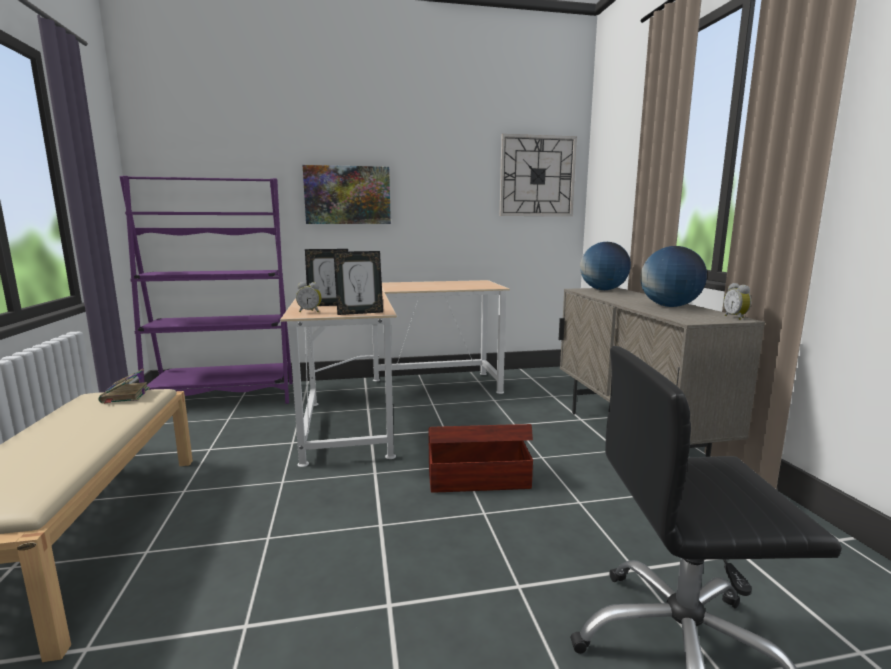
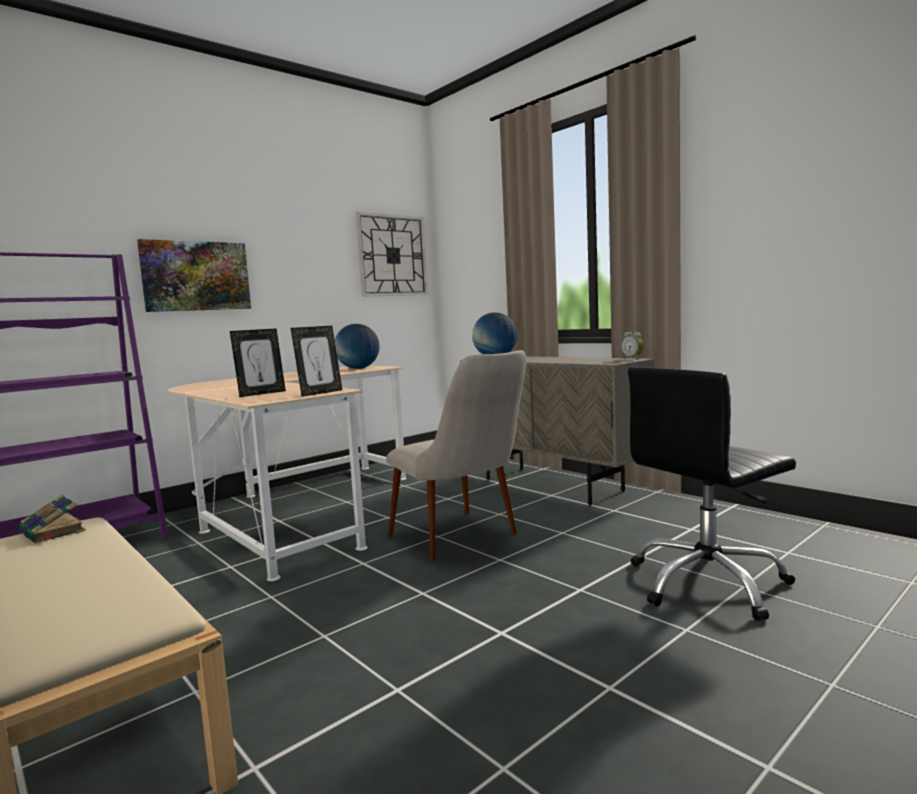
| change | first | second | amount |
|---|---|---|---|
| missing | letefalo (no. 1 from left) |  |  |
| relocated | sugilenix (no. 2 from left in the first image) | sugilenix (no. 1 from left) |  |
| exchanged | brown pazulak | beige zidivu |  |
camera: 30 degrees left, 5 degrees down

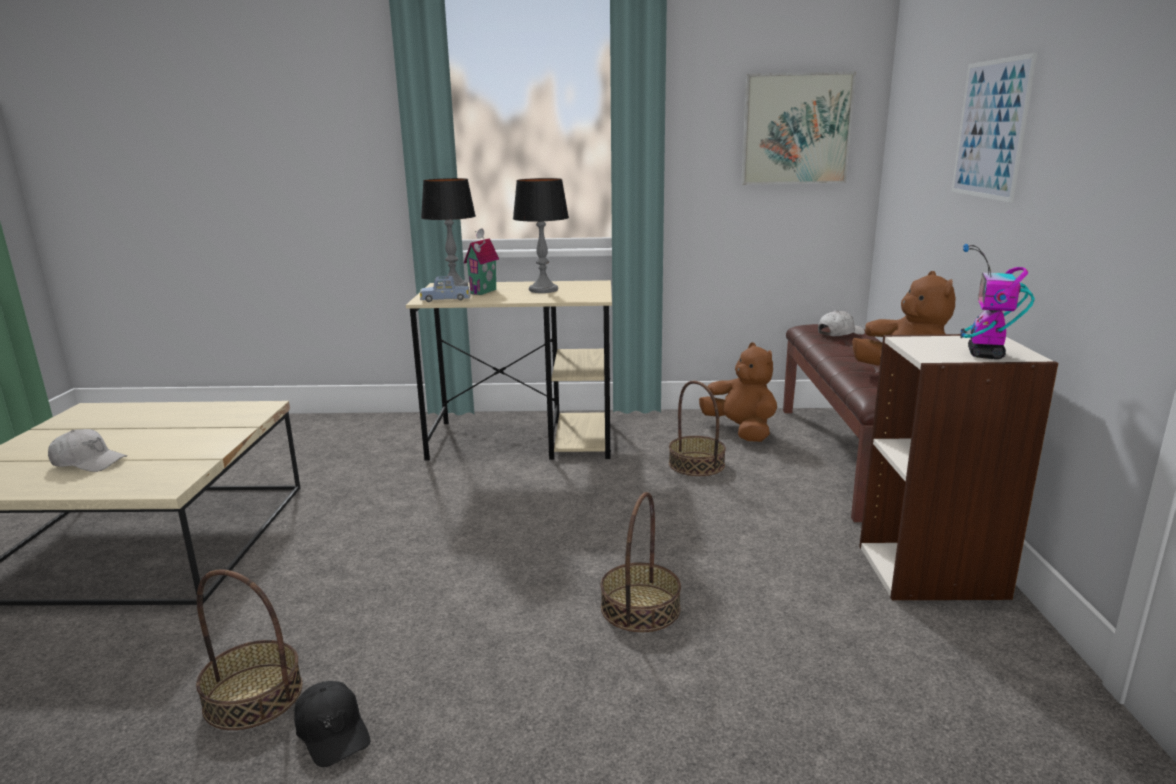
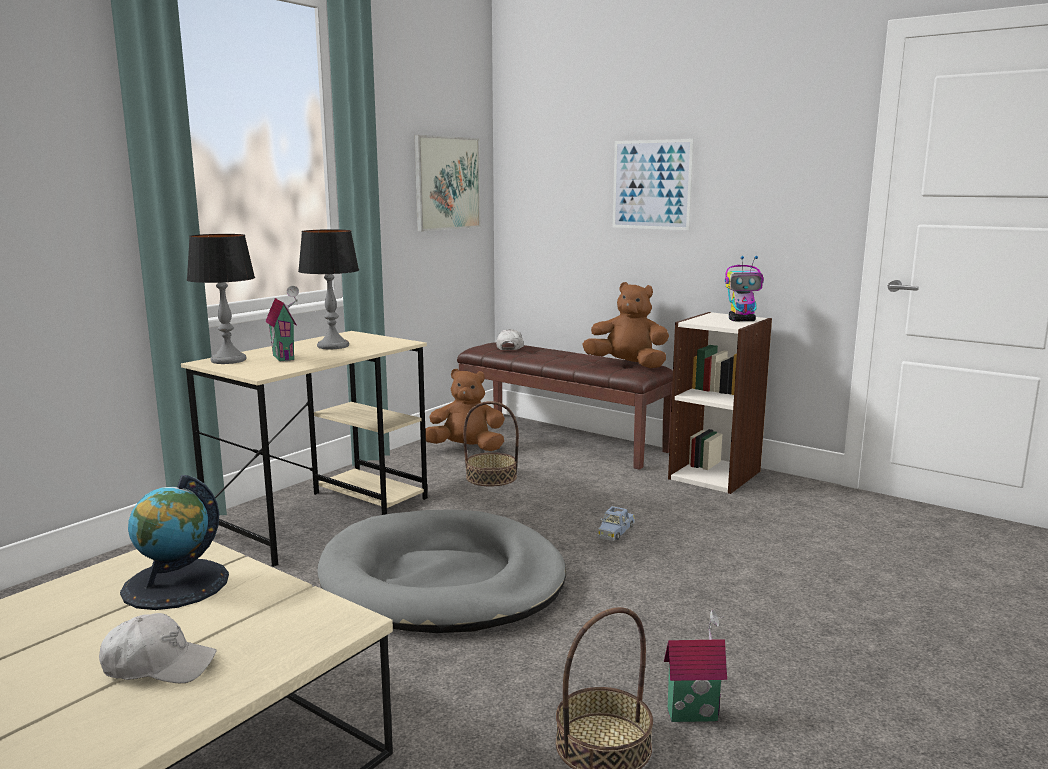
| change | first | second | amount |
|---|---|---|---|
| missing | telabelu (no. 2 from left) |  |  |
| appeared |  | sugilenix |  |
| appeared |  | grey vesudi |  |
| relocated | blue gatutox |  |  |
| exchanged | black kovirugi | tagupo (no. 2 from left) |  |
| spun | white kovirugi (no. 1 from left) |  | 45 degrees clockwise |
| spun | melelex |  | 60 degrees counterclockwise |
camera: 55 degrees left, 5 degrees down

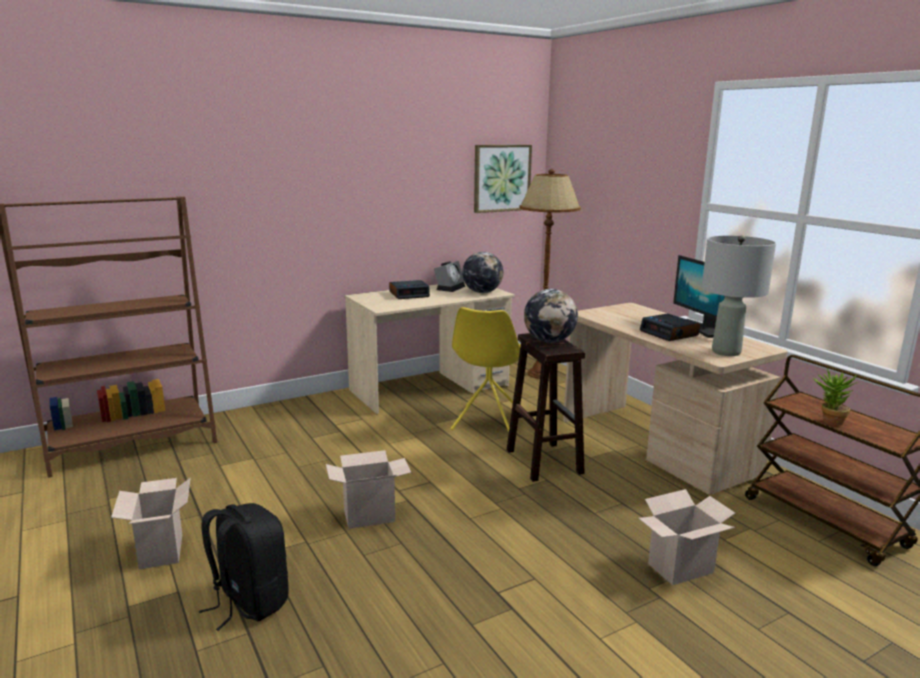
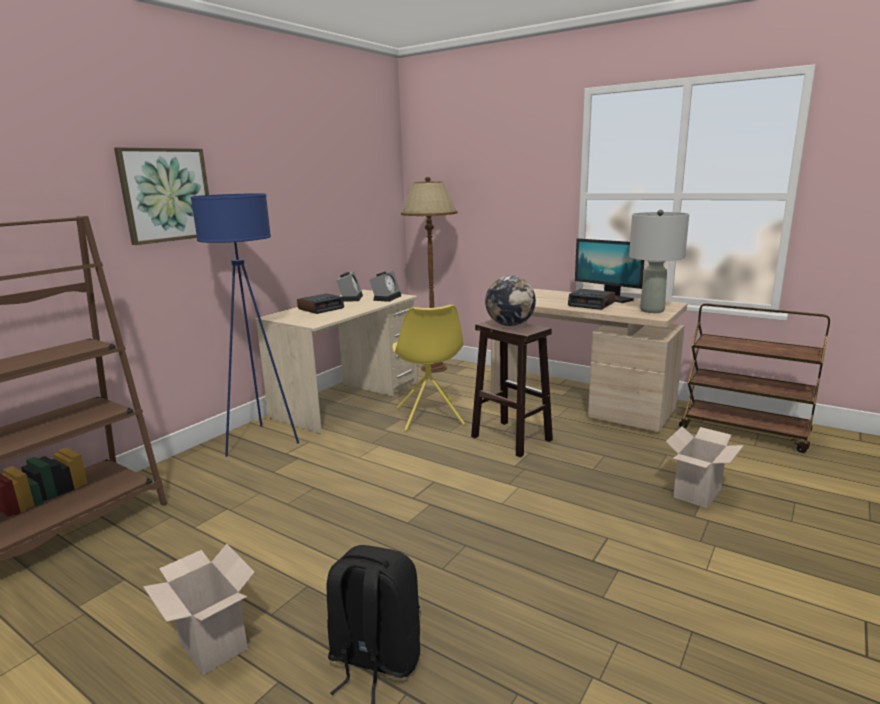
| change | first | second | amount |
|---|---|---|---|
| missing | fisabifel (no. 2 from left) |  |  |
| missing | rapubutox |  |  |
| appeared |  | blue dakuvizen |  |
| relocated | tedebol |  |  |
| exchanged | sugilenix (no. 1 from left) | letefalo (no. 3 from left) |  |
camera: 25 degrees left, 0 degrees up

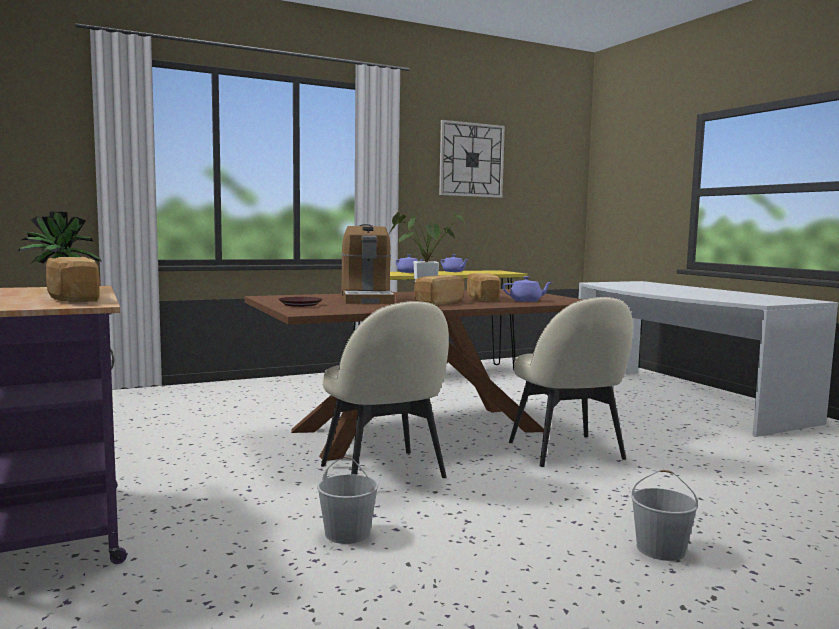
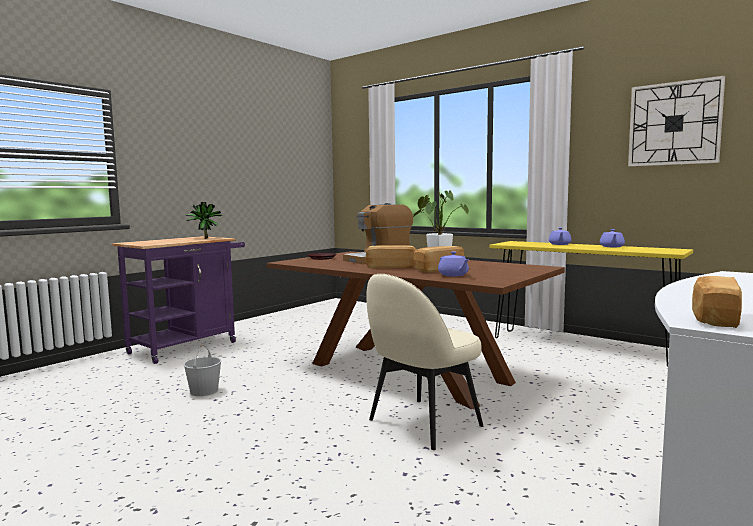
| change | first | second | amount |
|---|---|---|---|
| missing | beige zidivu (no. 1 from left) |  |  |
| missing | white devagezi (no. 2 from left) |  |  |
| relocated | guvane (no. 1 from left in the first image) | guvane (no. 3 from left) |  |
camera: 65 degrees right, 0 degrees up

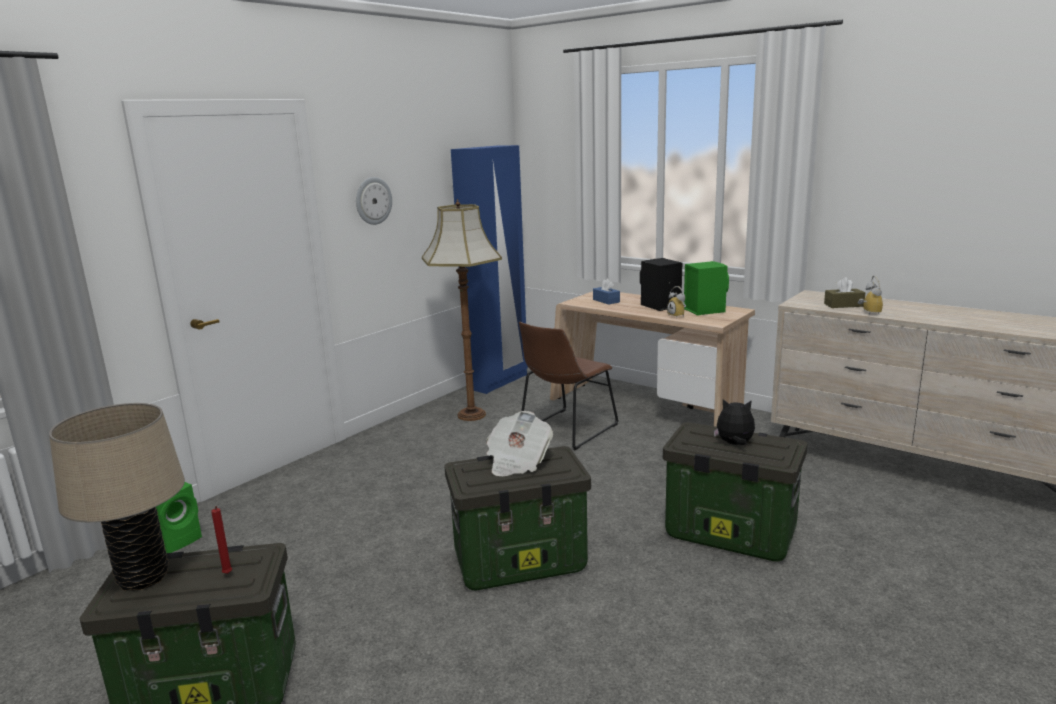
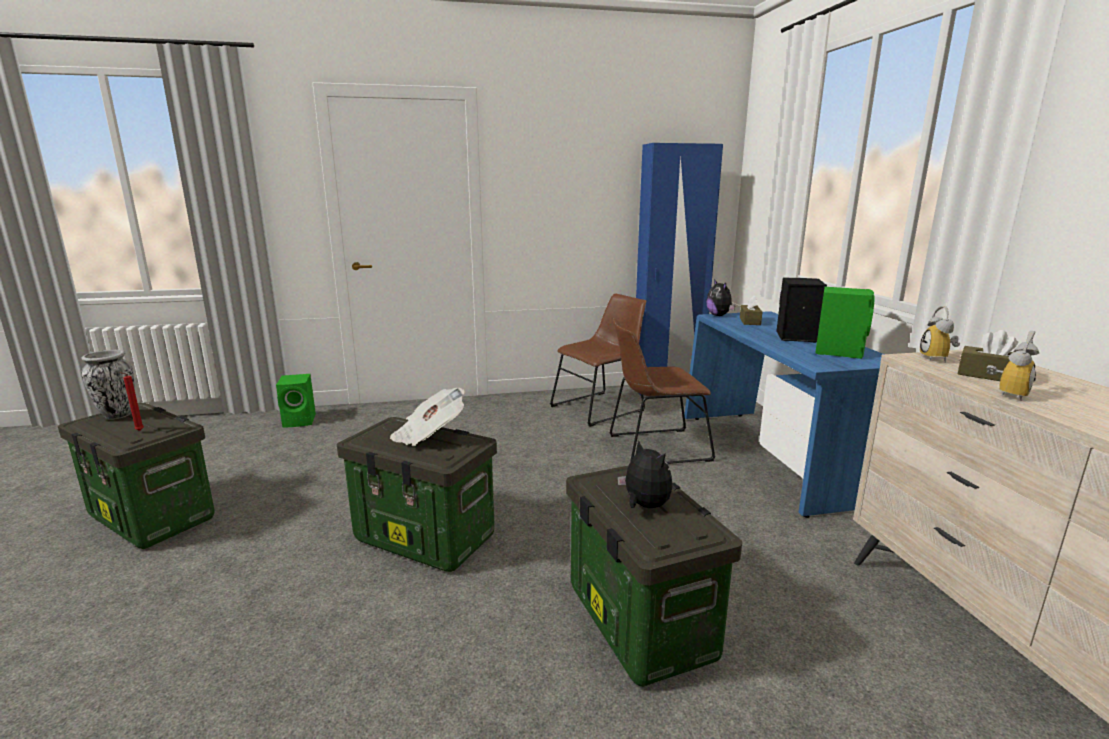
| change | first | second | amount |
|---|---|---|---|
| missing | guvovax |  |  |
| appeared |  | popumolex (no. 2 from left) |  |
| relocated | letefalo (no. 1 from left) |  |  |
| exchanged | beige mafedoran | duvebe |  |
| exchanged | dakuvizen | brown zidivu (no. 1 from left) |  |
| colour | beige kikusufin | blue kikusufin |  |
| colour | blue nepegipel | brown nepegipel (no. 1 from left) |  |
camera: 40 degrees right, 0 degrees up

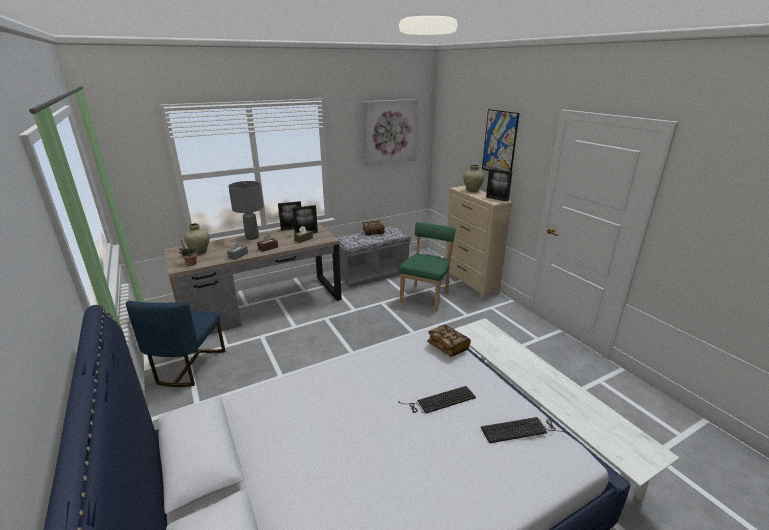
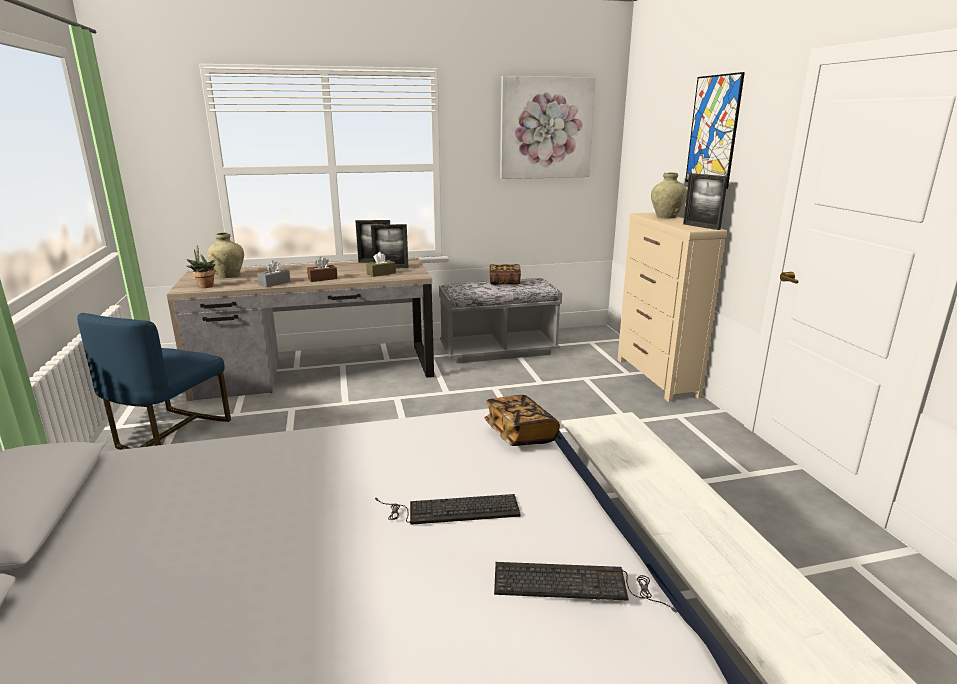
| change | first | second | amount |
|---|---|---|---|
| missing | grey mafedoran |  |  |
| missing | green zidivu |  |  |
camera: 15 degrees right, 5 degrees down

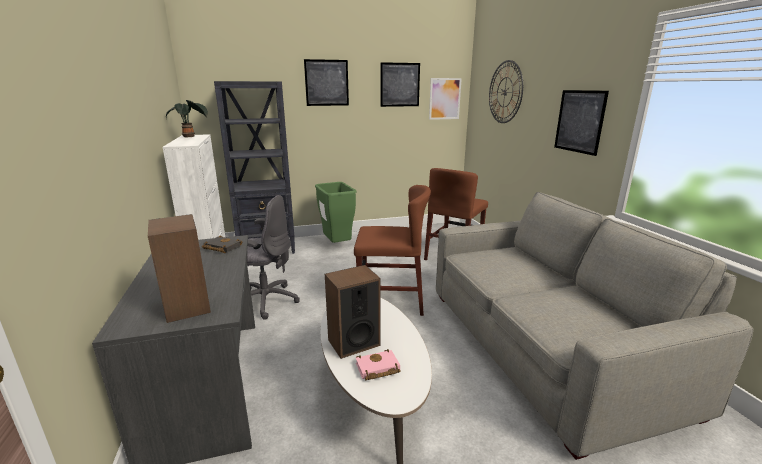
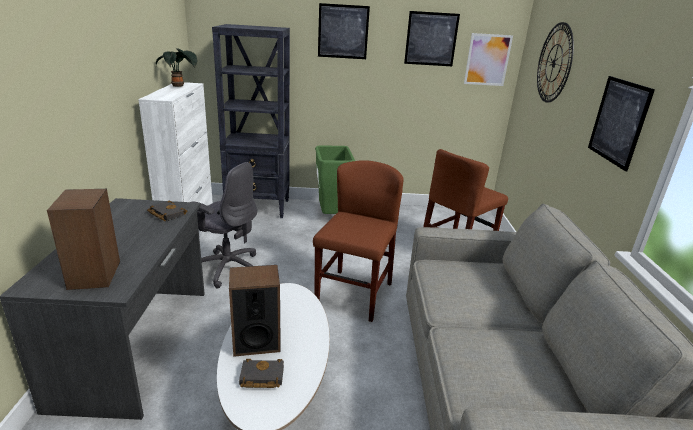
| change | first | second | amount |
|---|---|---|---|
| colour | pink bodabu | black bodabu (no. 2 from left) |  |
| spun | brown zidivu (no. 1 from left) |  | 90 degrees counterclockwise |
camera: 15 degrees right, 5 degrees up

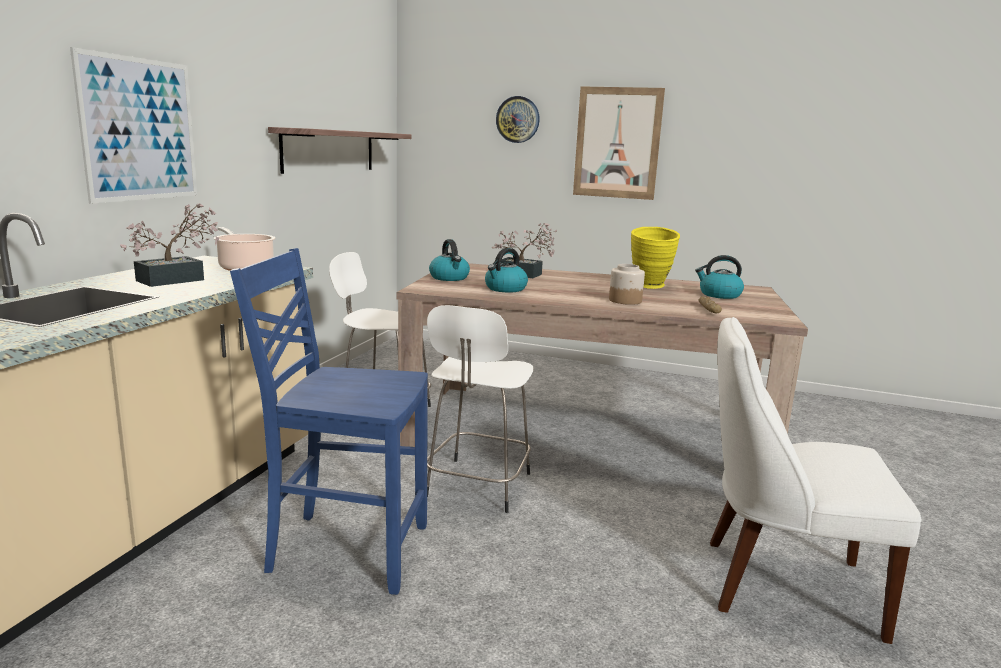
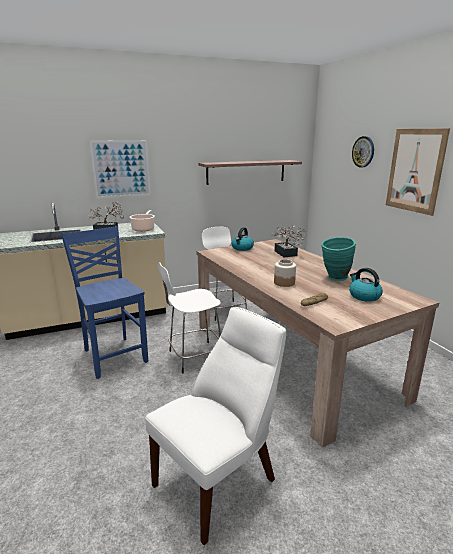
| change | first | second | amount |
|---|---|---|---|
| missing | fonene (no. 2 from left) |  |  |
| colour | yellow duvebe | turquoise duvebe |  |
| spun | white zidivu |  | 75 degrees clockwise |
camera: 50 degrees right, 5 degrees up

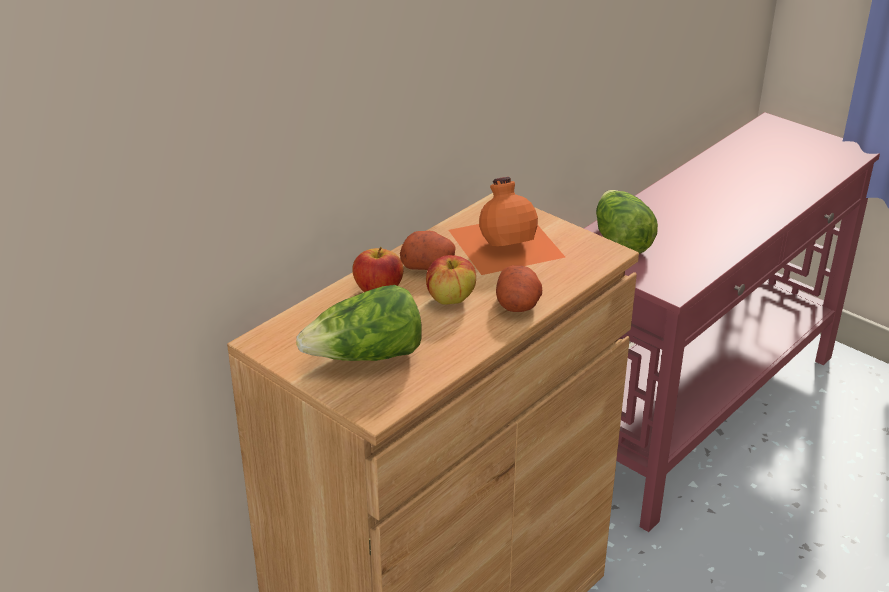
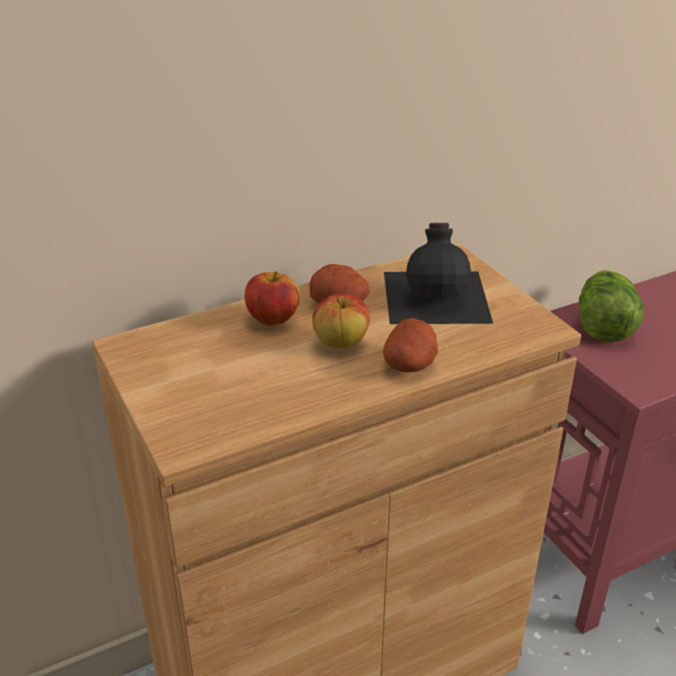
| change | first | second | amount |
|---|---|---|---|
| missing | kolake (no. 1 from left) |  |  |
| colour | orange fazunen | black fazunen |  |
camera: 20 degrees right, 0 degrees up

